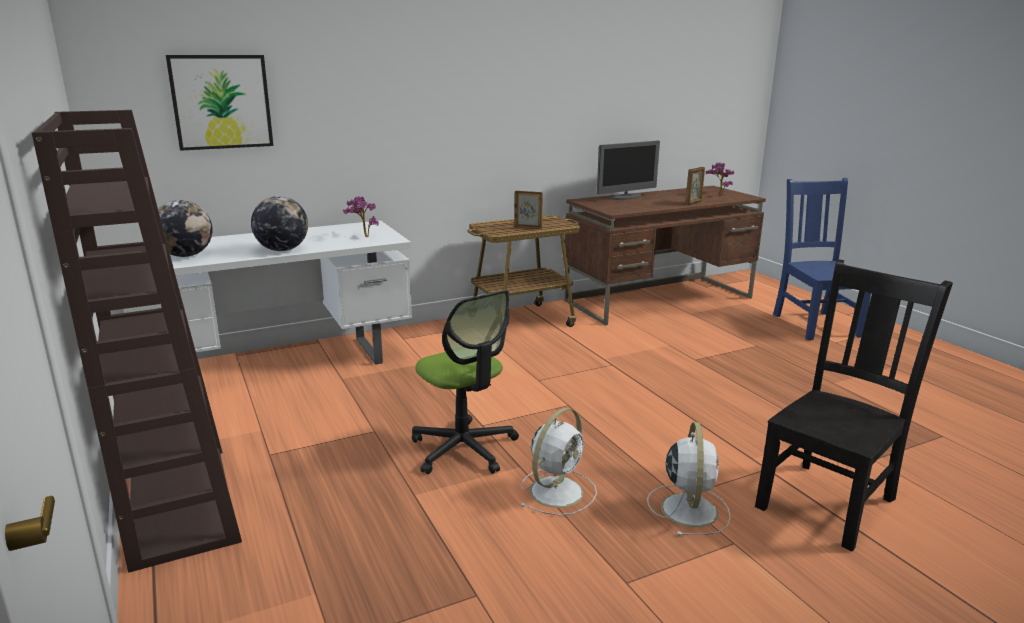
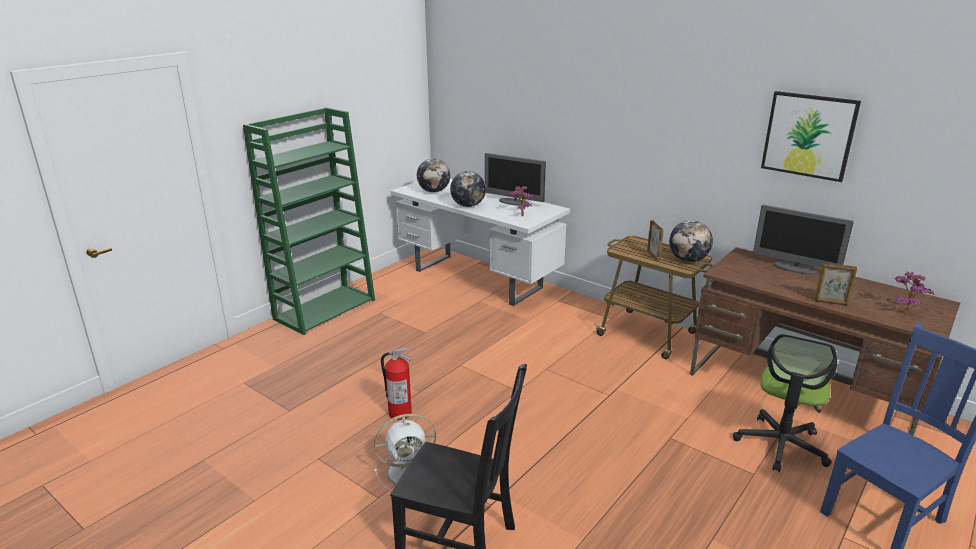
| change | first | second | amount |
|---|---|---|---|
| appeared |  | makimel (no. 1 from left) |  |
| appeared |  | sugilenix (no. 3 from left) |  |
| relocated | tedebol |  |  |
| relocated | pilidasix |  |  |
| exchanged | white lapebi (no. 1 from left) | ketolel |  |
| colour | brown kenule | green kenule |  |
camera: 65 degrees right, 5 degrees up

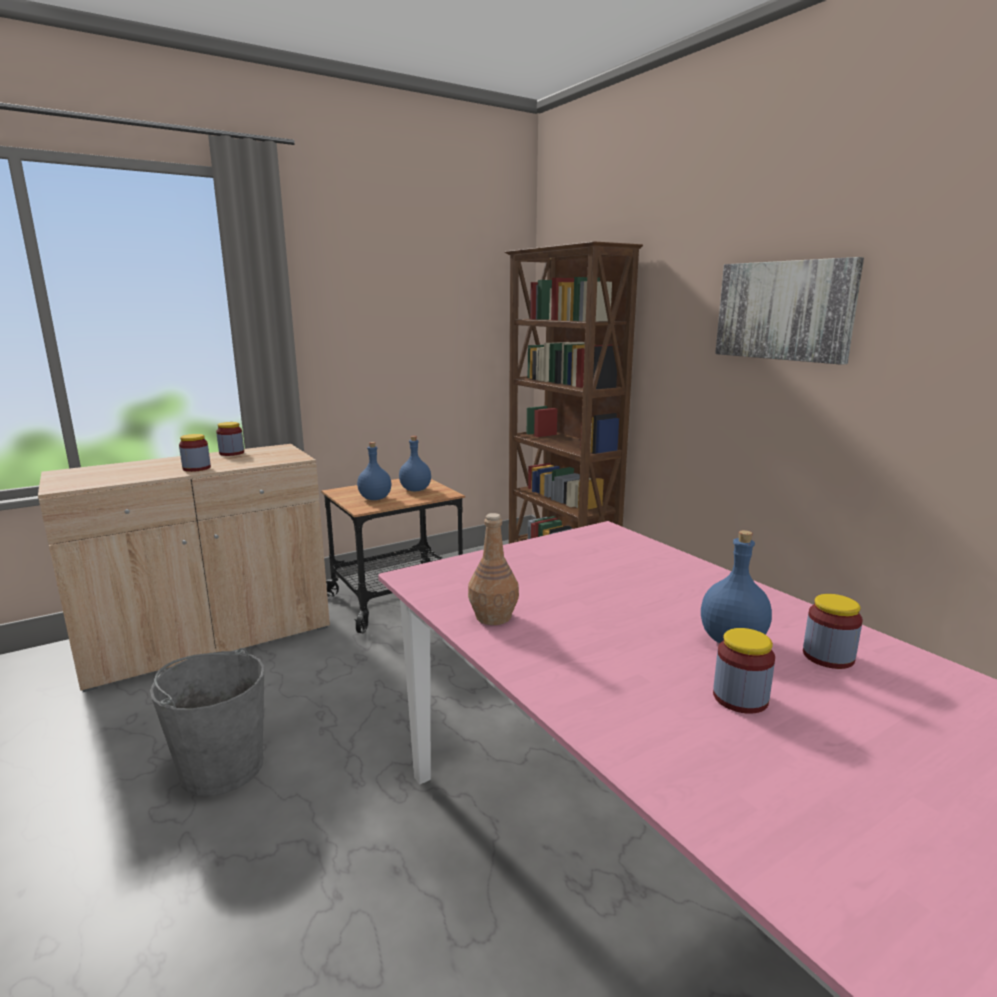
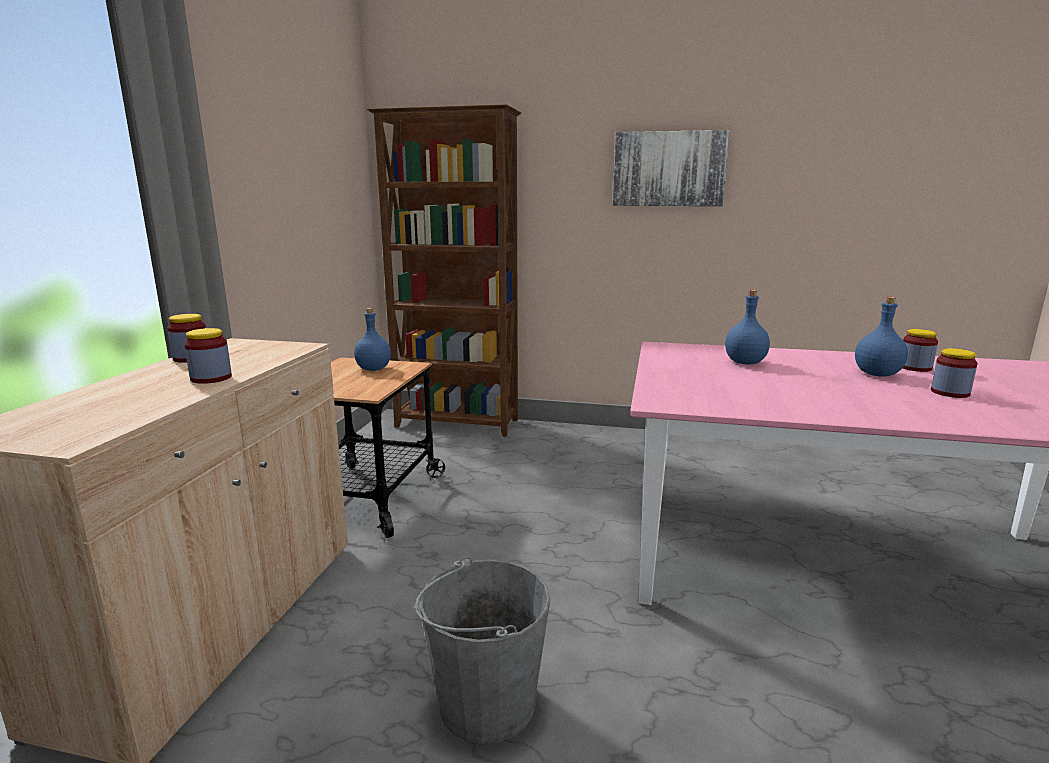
| change | first | second | amount |
|---|---|---|---|
| missing | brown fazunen |  |  |
| relocated | blue fazunen (no. 1 from left in the first image) | blue fazunen (no. 2 from left) |  |
camera: 45 degrees left, 0 degrees up

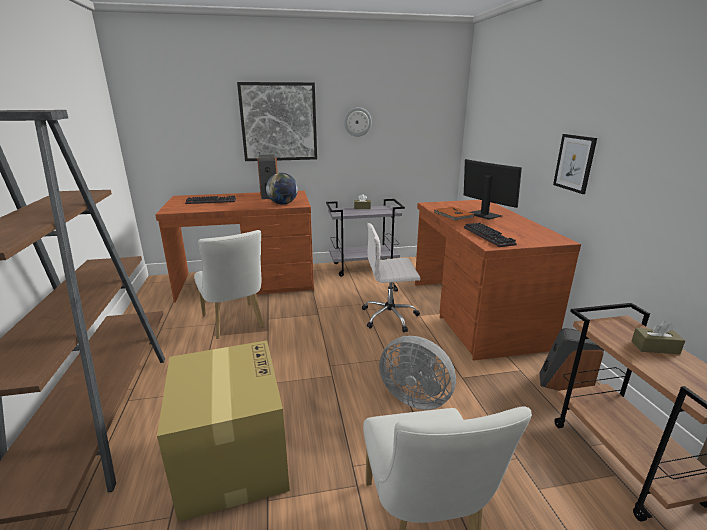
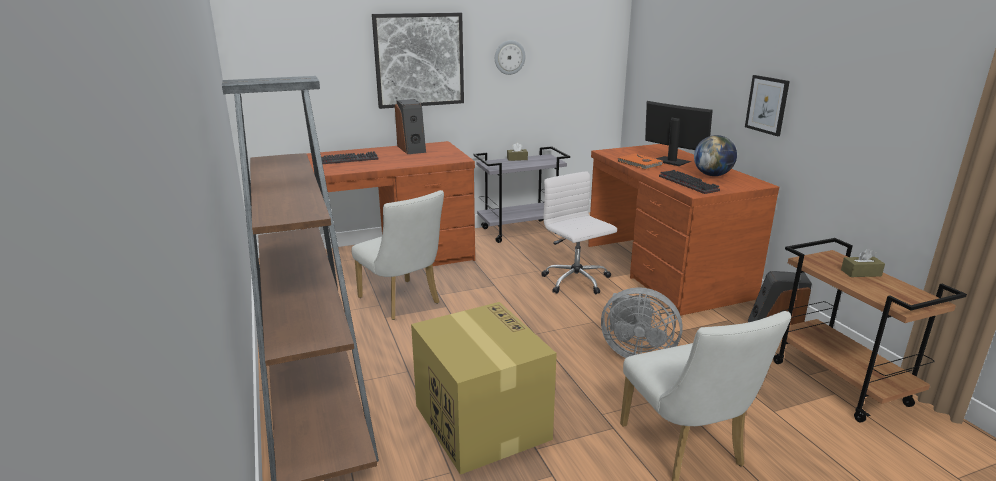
| change | first | second | amount |
|---|---|---|---|
| relocated | sugilenix |  |  |
| spun | white pilidasix |  | 75 degrees clockwise |
camera: 10 degrees left, 0 degrees up

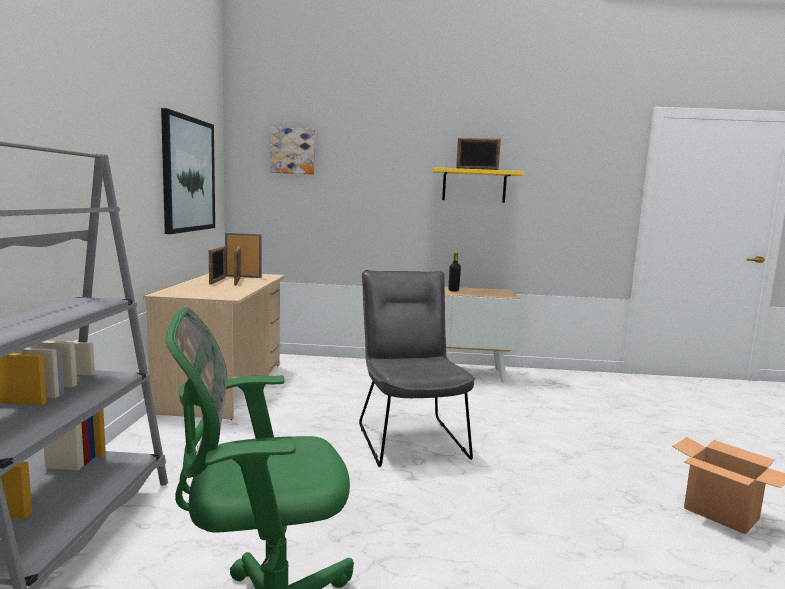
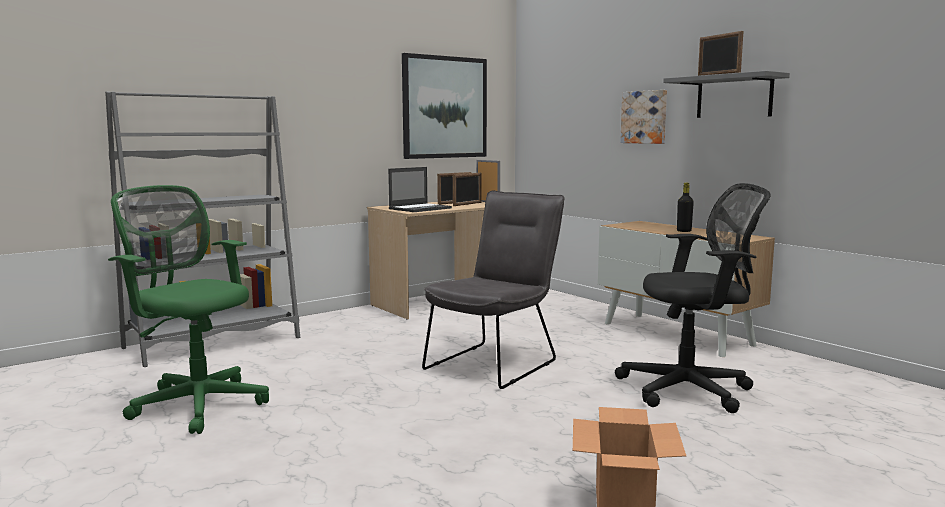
| change | first | second | amount |
|---|---|---|---|
| appeared |  | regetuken |  |
| appeared |  | black pilidasix |  |
| relocated | tedebol (no. 2 from left) |  |  |
| colour | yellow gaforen | grey gaforen |  |
camera: 50 degrees right, 0 degrees up

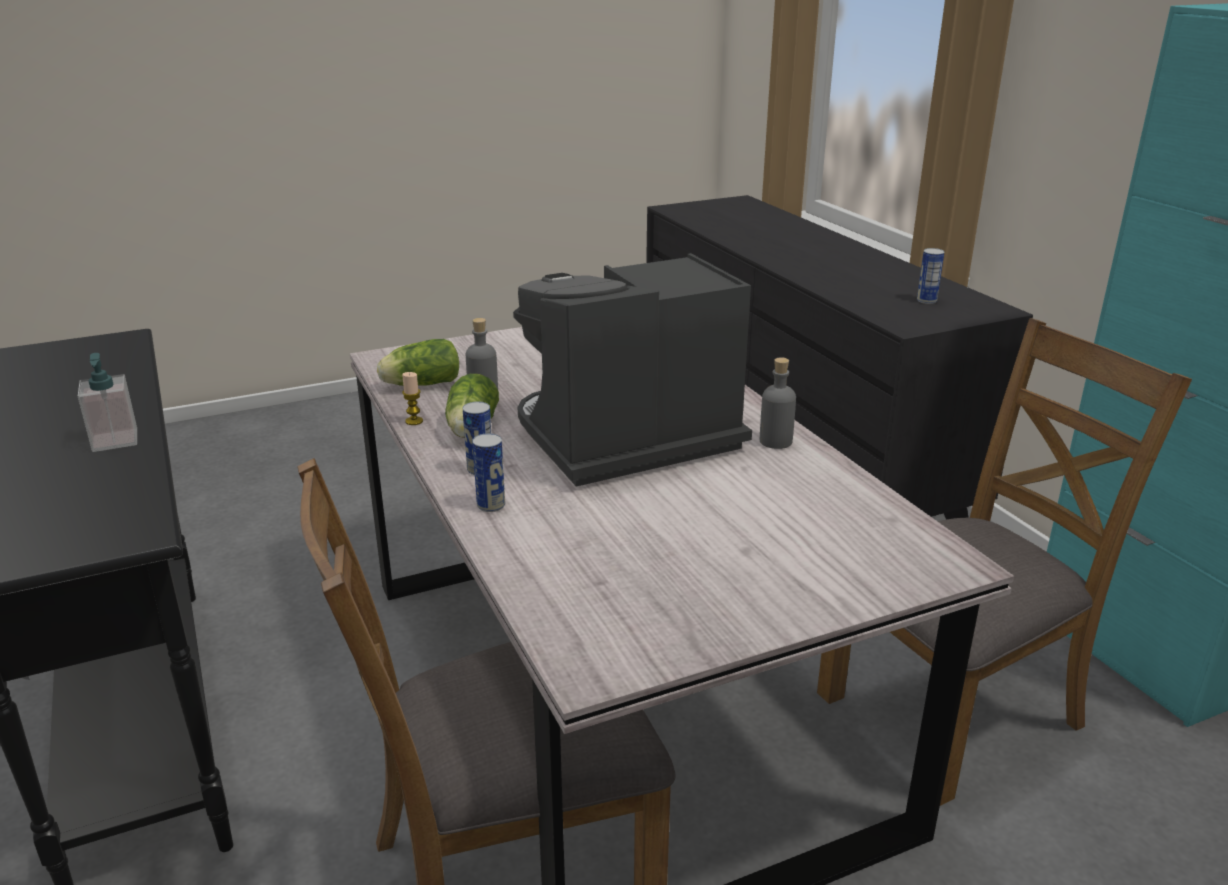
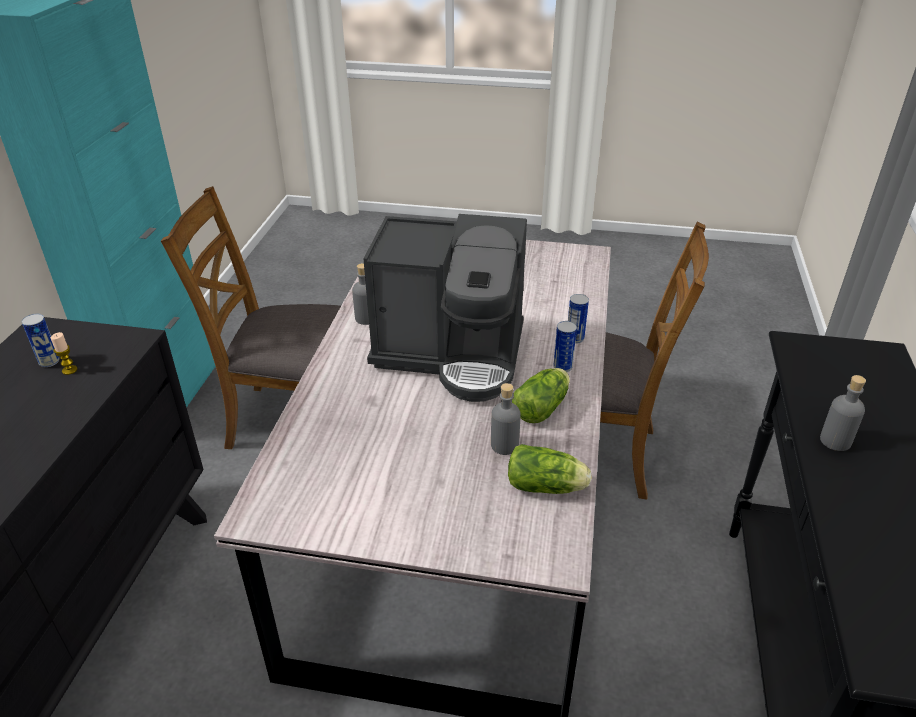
| change | first | second | amount |
|---|---|---|---|
| relocated | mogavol |  |  |
| exchanged | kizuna | grey fazunen (no. 3 from left) |  |
camera: 145 degrees left, 10 degrees up

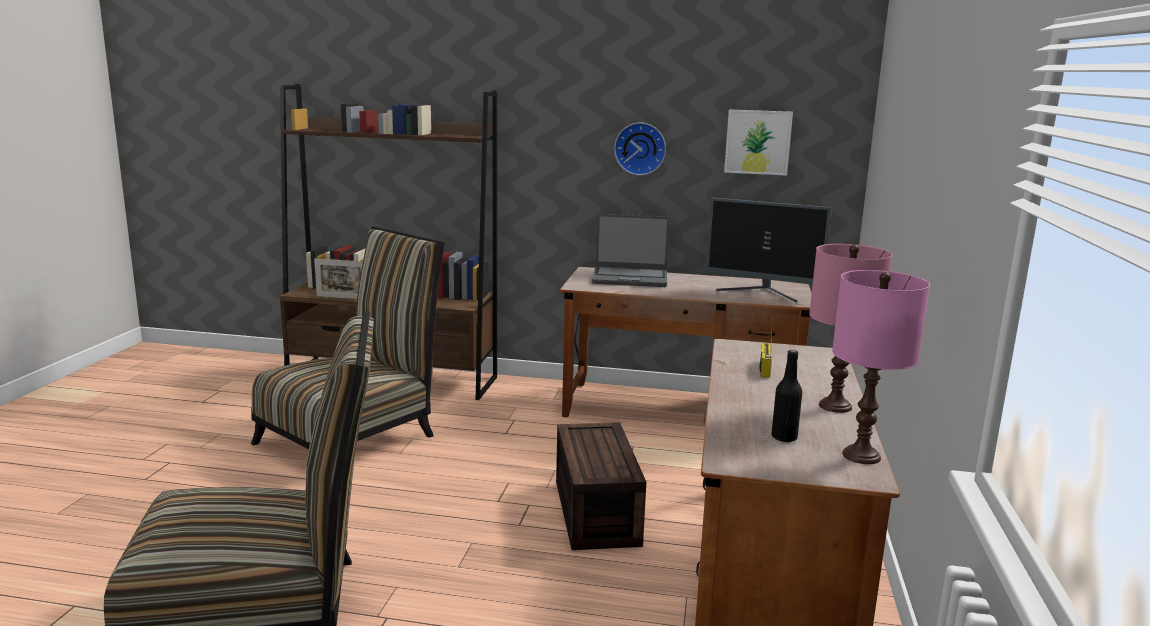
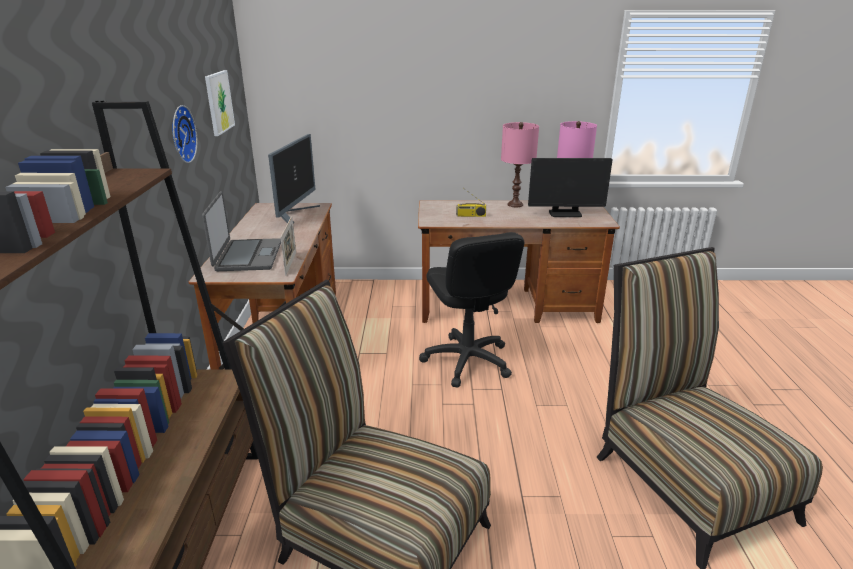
| change | first | second | amount |
|---|---|---|---|
| relocated | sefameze |  |  |
| exchanged | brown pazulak | black pilidasix |  |
| exchanged | black fazunen | makimel (no. 2 from left) |  |
camera: 100 degrees left, 10 degrees up

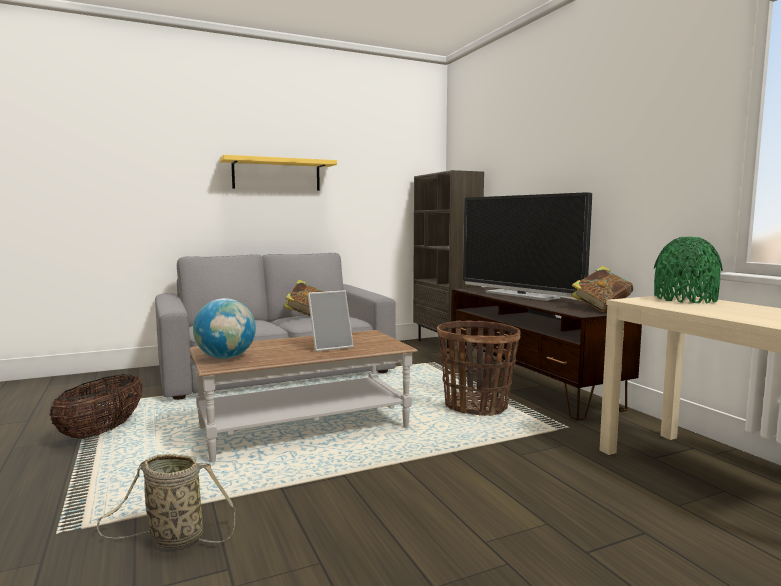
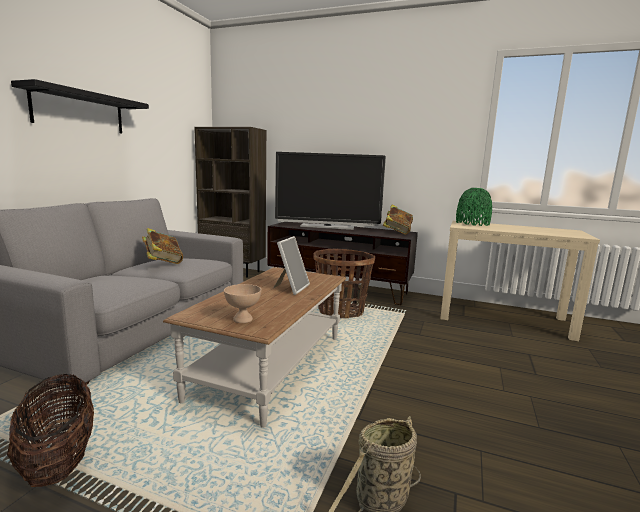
| change | first | second | amount |
|---|---|---|---|
| exchanged | sugilenix | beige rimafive |  |
| colour | yellow gaforen | black gaforen |  |
camera: 45 degrees left, 5 degrees up

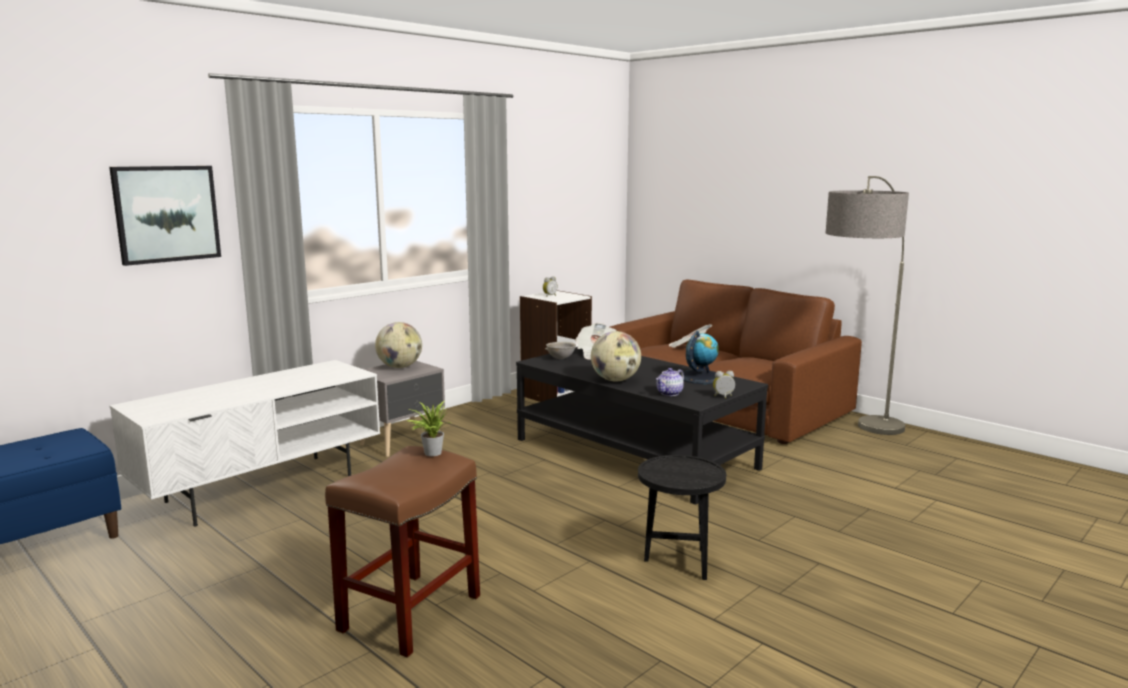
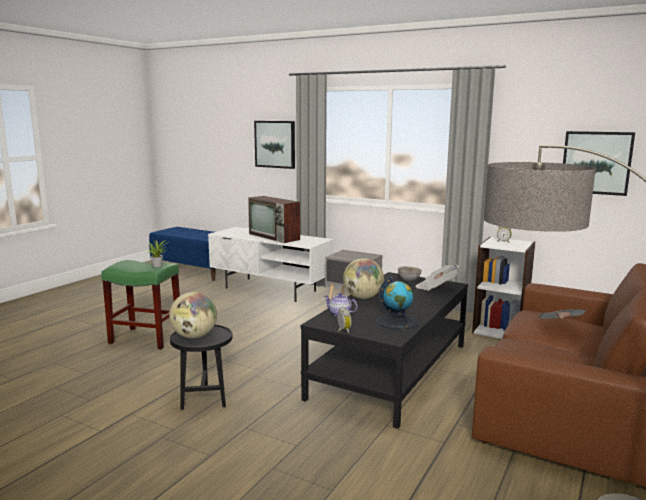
| change | first | second | amount |
|---|---|---|---|
| appeared |  | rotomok |  |
| appeared |  | tedebol (no. 2 from left) |  |
| relocated | sugilenix (no. 1 from left) |  |  |
| colour | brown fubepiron | green fubepiron |  |
camera: 75 degrees right, 0 degrees up

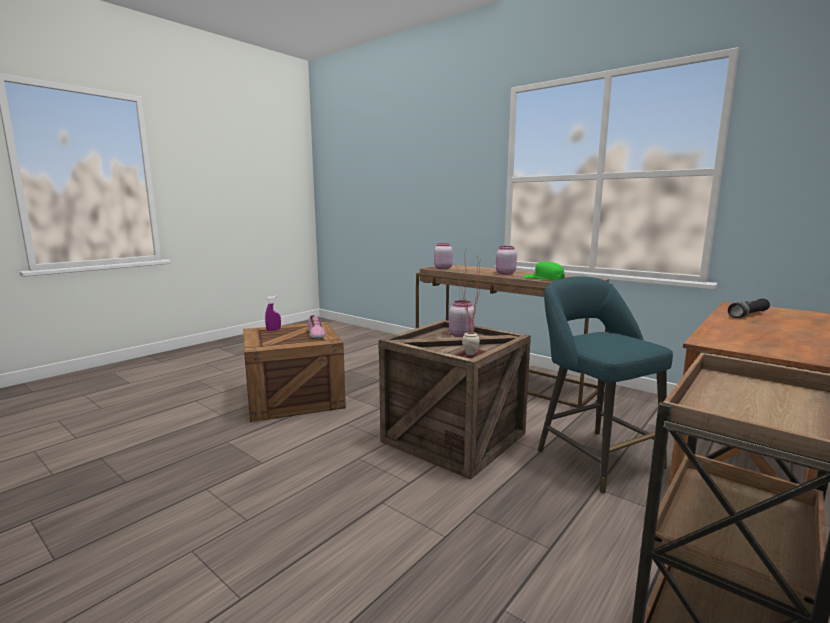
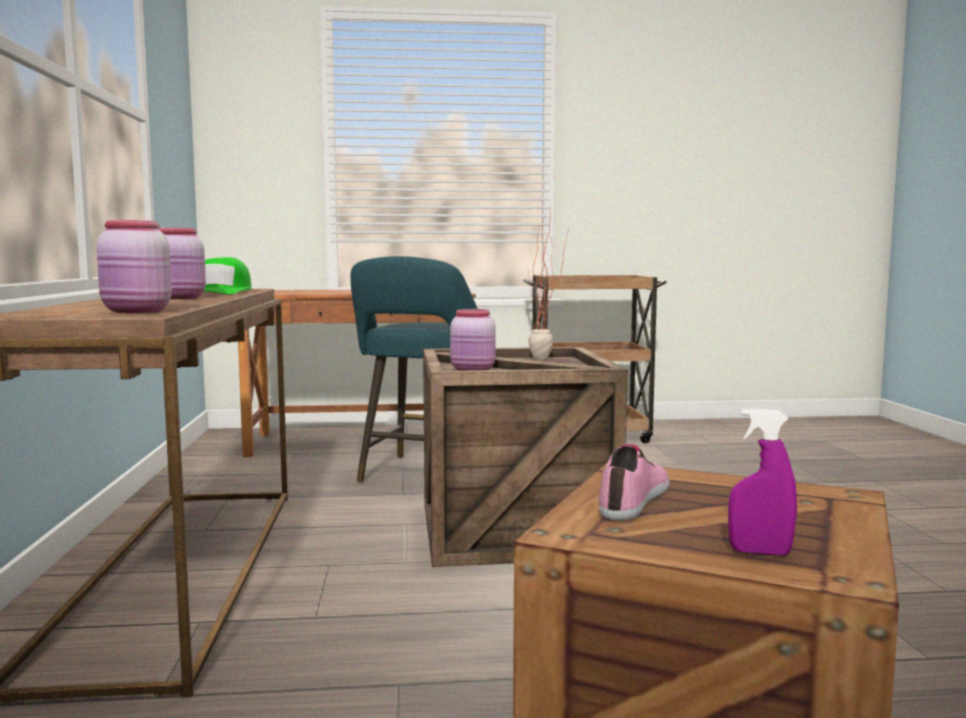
| change | first | second | amount |
|---|---|---|---|
| missing | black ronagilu |  |  |
camera: 135 degrees left, 5 degrees down

